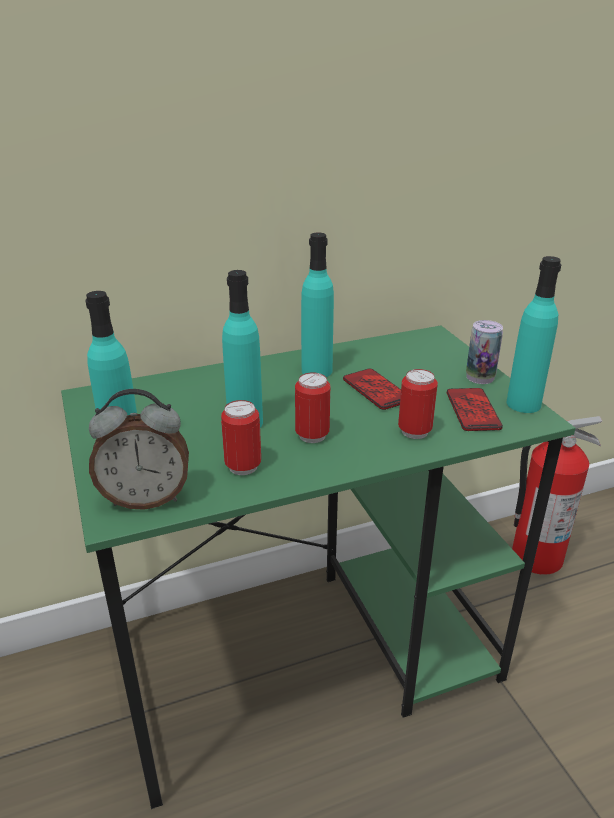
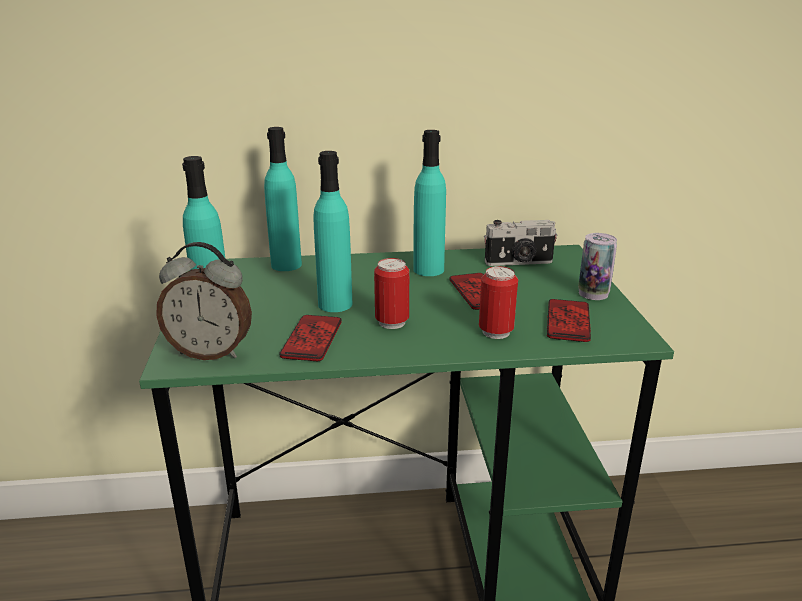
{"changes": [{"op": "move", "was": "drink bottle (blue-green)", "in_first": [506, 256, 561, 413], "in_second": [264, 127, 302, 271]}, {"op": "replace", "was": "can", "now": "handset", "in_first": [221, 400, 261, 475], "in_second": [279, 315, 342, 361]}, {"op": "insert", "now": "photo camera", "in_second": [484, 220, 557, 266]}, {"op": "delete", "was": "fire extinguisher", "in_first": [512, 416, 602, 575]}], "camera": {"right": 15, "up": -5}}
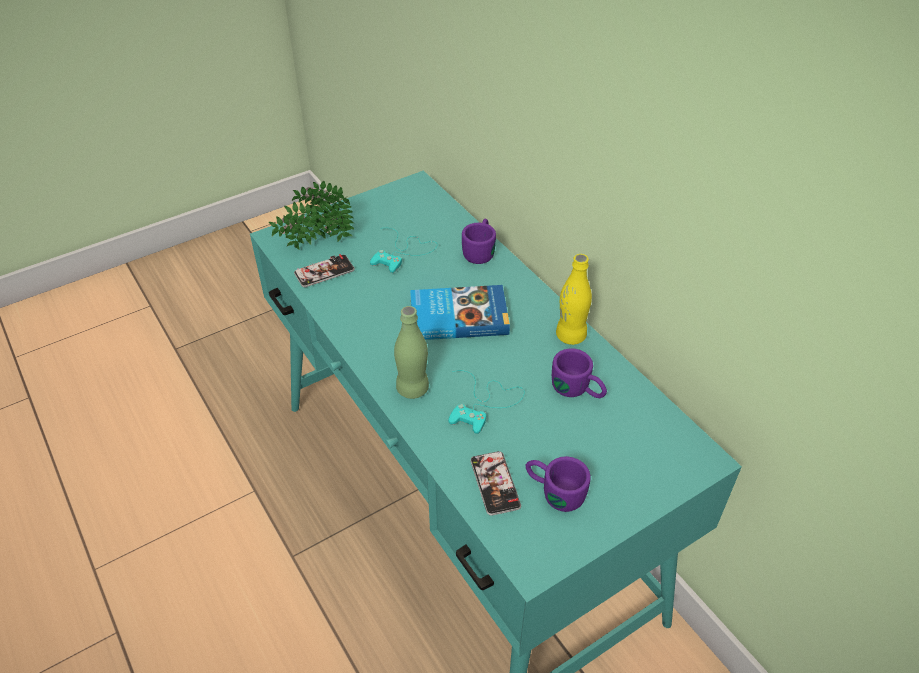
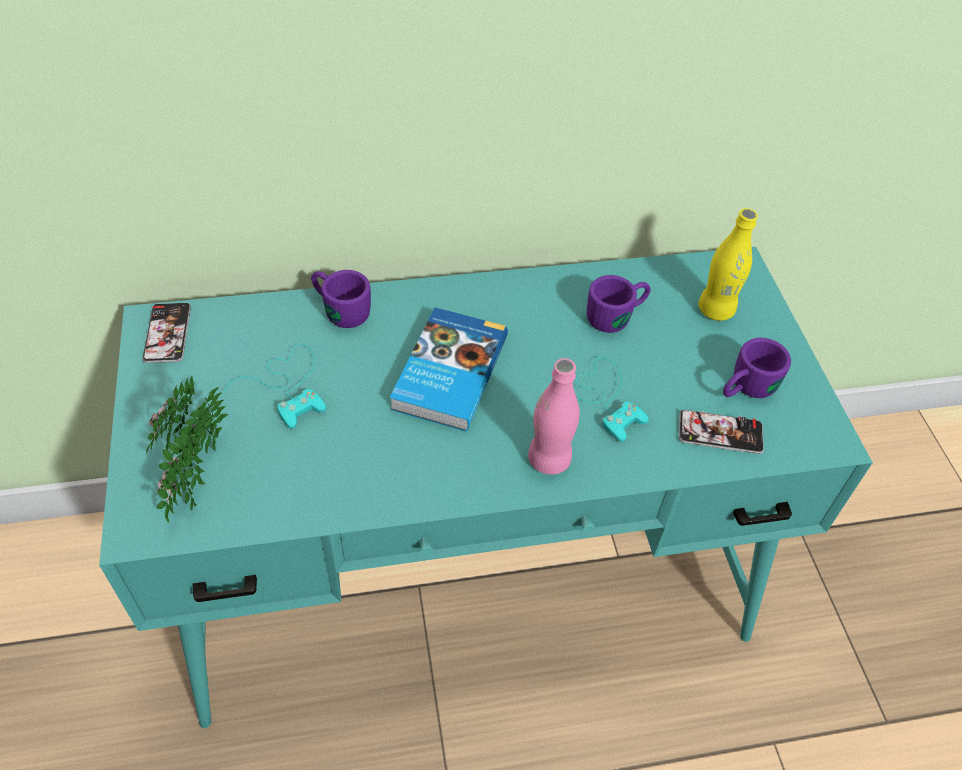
{"changes": [{"op": "move", "was": "handset", "in_first": [294, 254, 355, 287], "in_second": [142, 303, 191, 363]}, {"op": "recolor", "was": "drink bottle (green-coloured)", "now": "drink bottle (pink-coloured)", "in_first": [394, 306, 429, 399], "in_second": [528, 358, 580, 475]}, {"op": "move", "was": "drink bottle (yellow)", "in_first": [556, 254, 592, 345], "in_second": [698, 208, 758, 321]}], "camera": {"right": -70, "up": 5}}
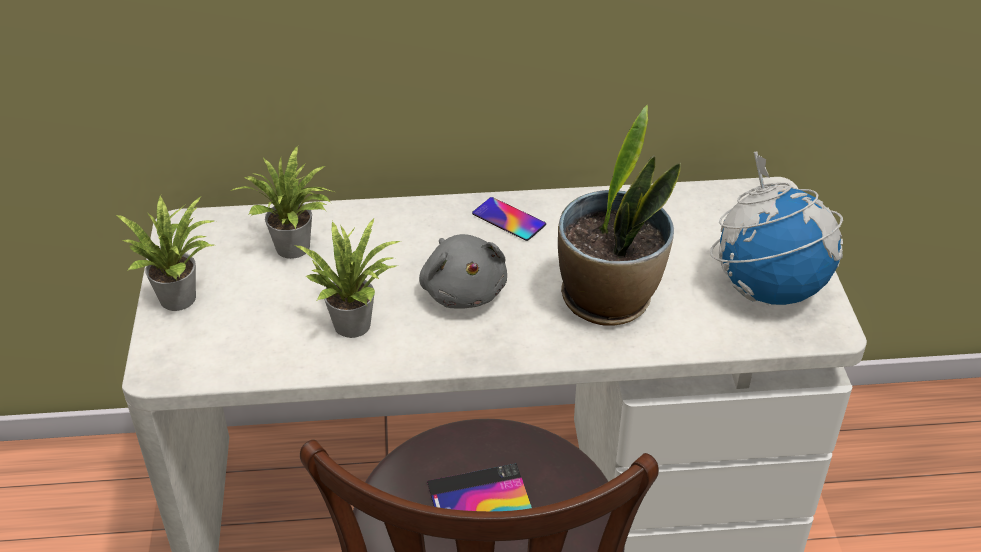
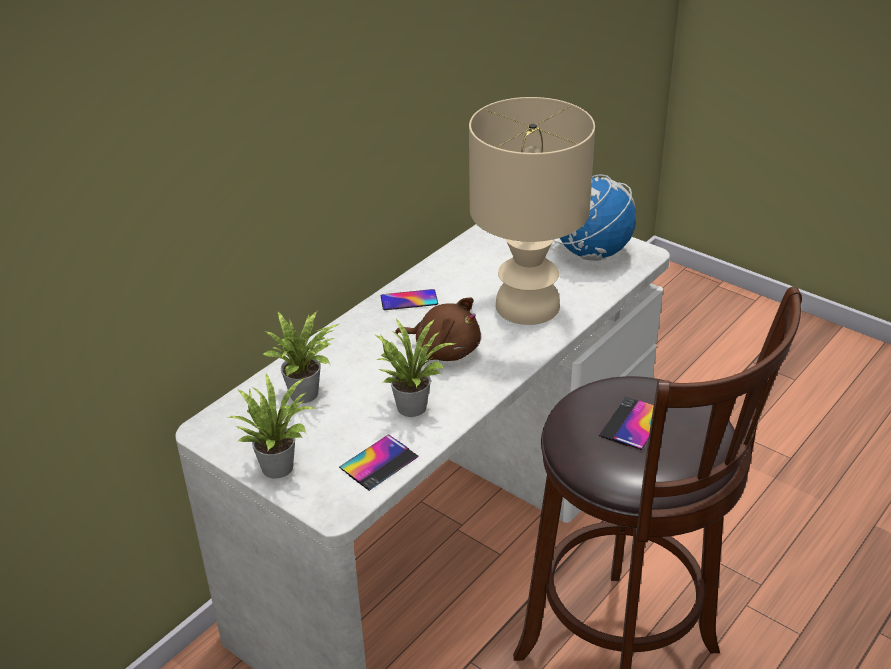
{"changes": [{"op": "insert", "now": "handset", "in_second": [339, 434, 419, 491]}, {"op": "recolor", "was": "soft toy (gray)", "now": "soft toy (brown-coloured)", "in_first": [419, 234, 507, 308], "in_second": [395, 297, 481, 361]}, {"op": "replace", "was": "potted plant", "now": "lamp for a table (beige-coloured)", "in_first": [558, 105, 681, 326], "in_second": [469, 97, 595, 325]}], "camera": {"right": -45, "up": -5}}
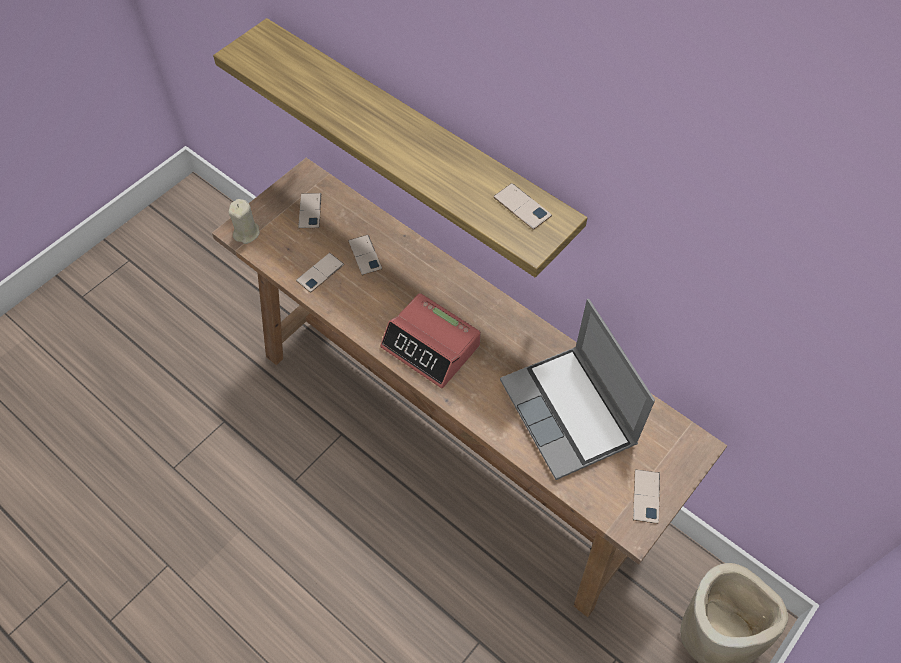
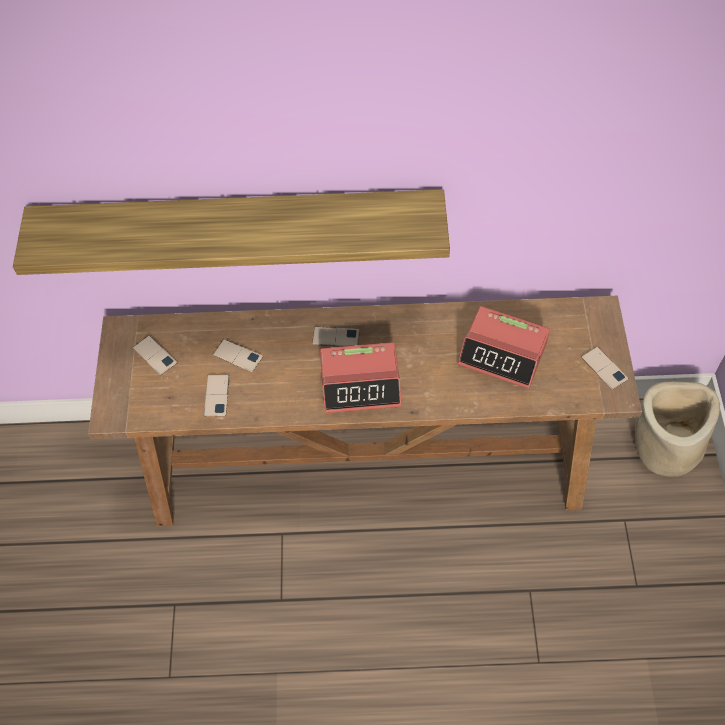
{"changes": [{"op": "move", "was": "handset", "in_first": [494, 183, 552, 230], "in_second": [312, 326, 360, 347]}, {"op": "replace", "was": "laptop", "now": "bedside clock", "in_first": [500, 299, 655, 480], "in_second": [458, 306, 550, 389]}, {"op": "delete", "was": "wax candle (beige-coloured)", "in_first": [228, 199, 260, 244]}], "camera": {"right": -40, "up": 0}}
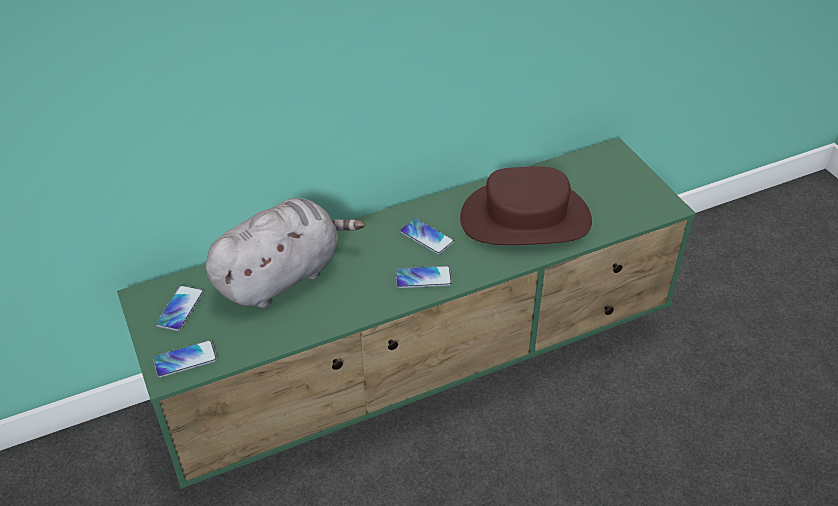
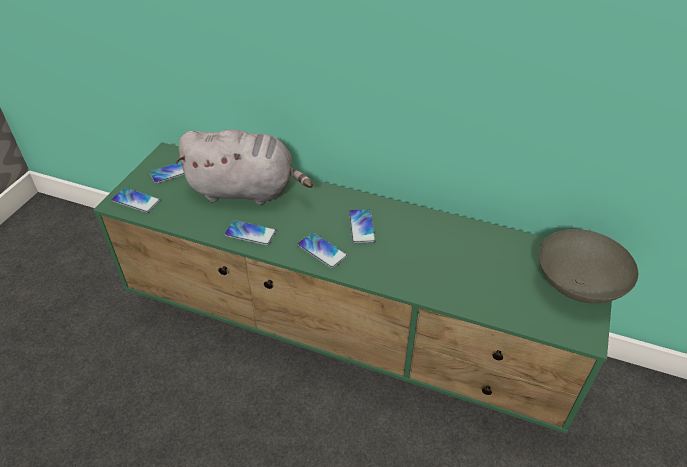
{"changes": [{"op": "insert", "now": "handset", "in_second": [224, 220, 276, 246]}, {"op": "insert", "now": "deep dish (gray)", "in_second": [539, 229, 638, 303]}, {"op": "delete", "was": "hat (brown-coloured)", "in_first": [460, 166, 592, 245]}], "camera": {"right": 45, "up": 0}}
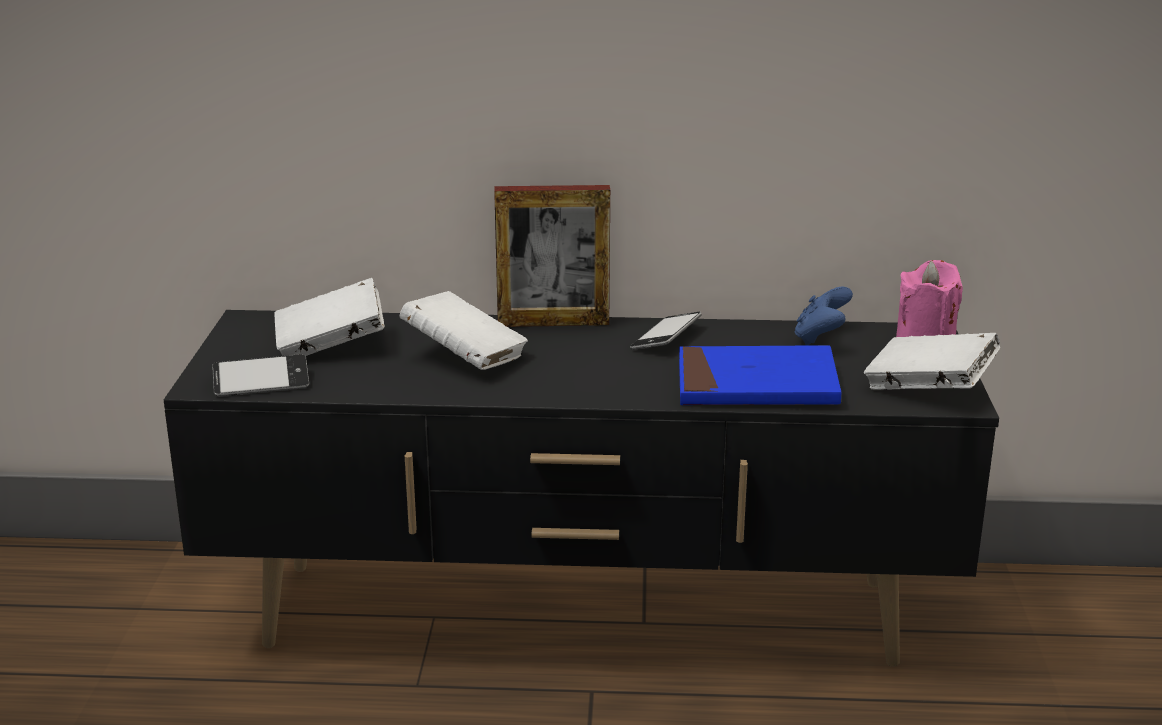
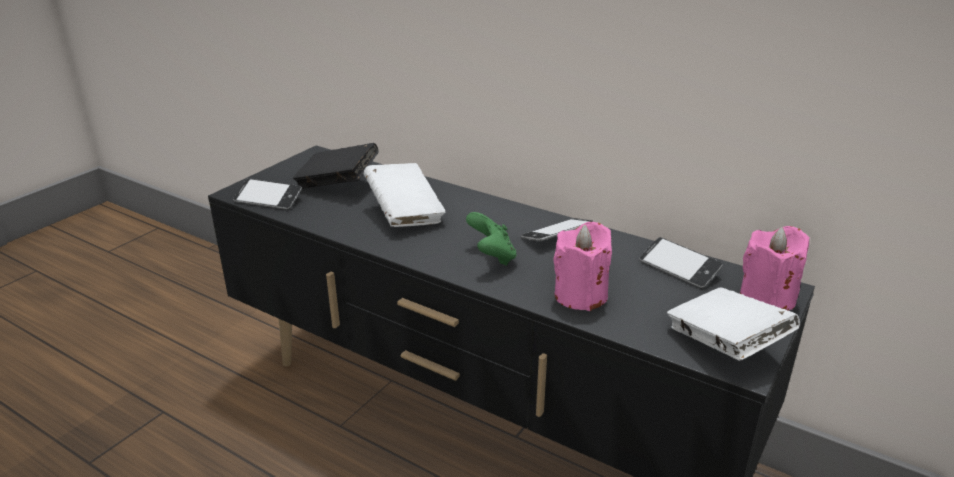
{"changes": [{"op": "recolor", "was": "volume (white-coloured)", "now": "volume (black)", "in_first": [275, 278, 385, 356], "in_second": [293, 143, 379, 189]}, {"op": "insert", "now": "joypad (green-coloured)", "in_second": [466, 212, 517, 266]}, {"op": "replace", "was": "volume (blue)", "now": "wax candle (pink-coloured)", "in_first": [679, 345, 841, 405], "in_second": [554, 222, 612, 311]}, {"op": "replace", "was": "joypad (blue)", "now": "handset", "in_first": [794, 286, 853, 346], "in_second": [639, 237, 723, 288]}, {"op": "delete", "was": "picture frame", "in_first": [494, 185, 610, 327]}], "camera": {"right": 30, "up": 5}}
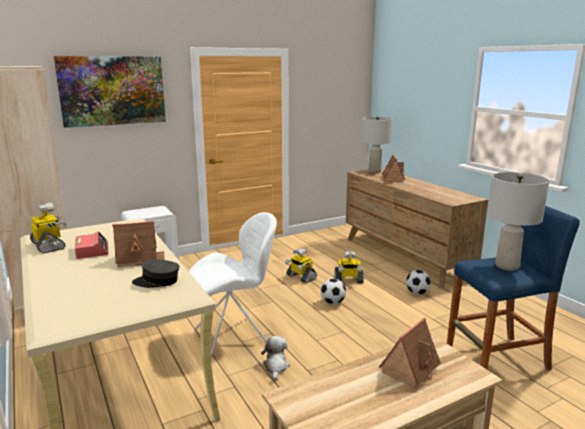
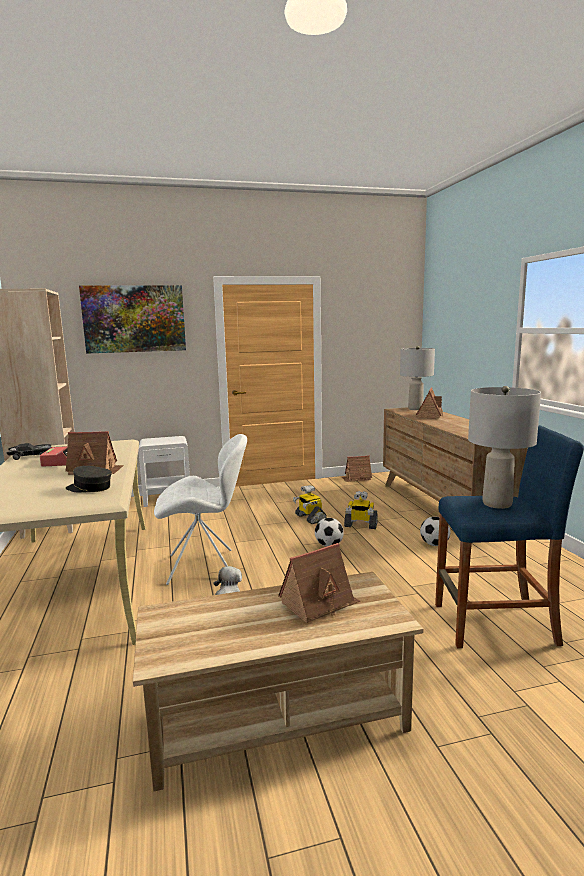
{"changes": [{"op": "replace", "was": "robot figure", "now": "model car (black)", "in_first": [30, 202, 67, 253], "in_second": [6, 443, 51, 460]}, {"op": "insert", "now": "miniature house", "in_second": [342, 455, 372, 482]}], "camera": {"right": 15, "up": -5}}
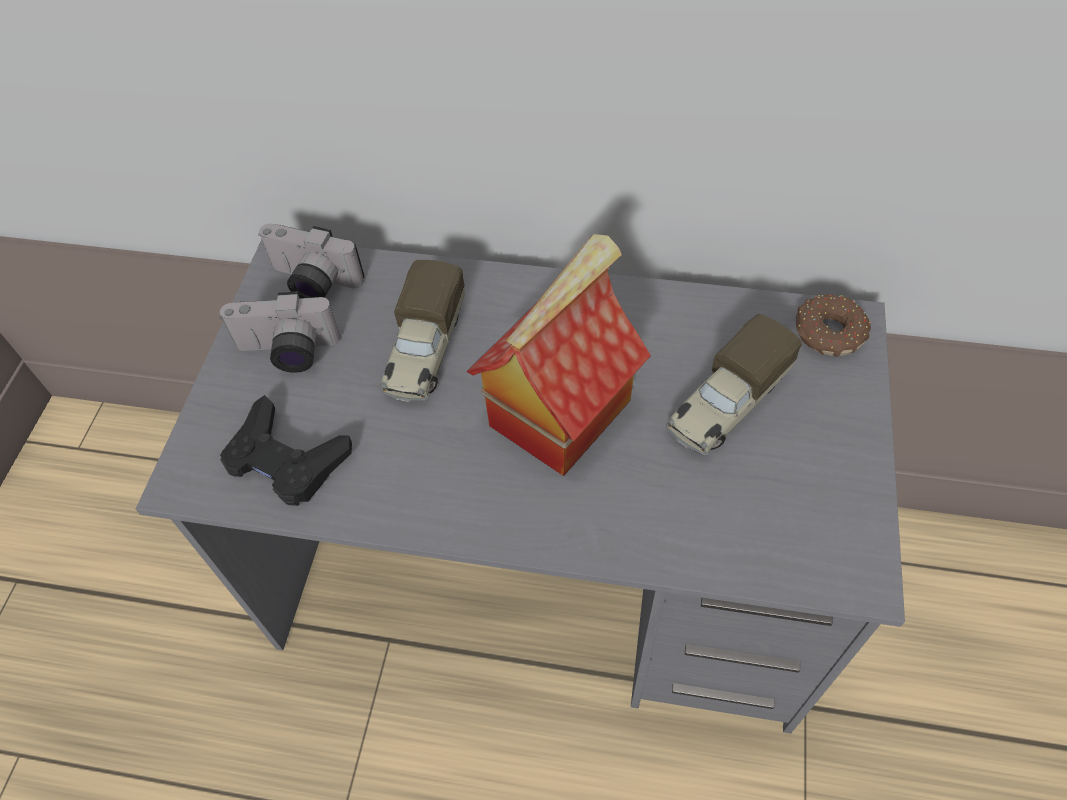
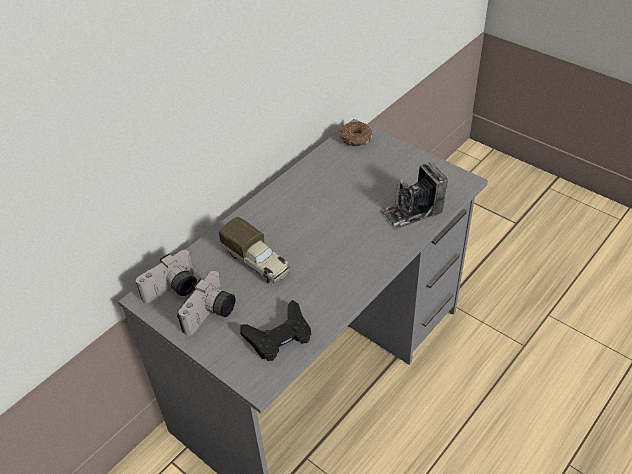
{"changes": [{"op": "insert", "now": "photo camera", "in_second": [381, 163, 448, 229]}, {"op": "delete", "was": "miniature house", "in_first": [466, 234, 651, 476]}, {"op": "delete", "was": "toy lorry", "in_first": [666, 314, 802, 455]}], "camera": {"right": -60, "up": -10}}
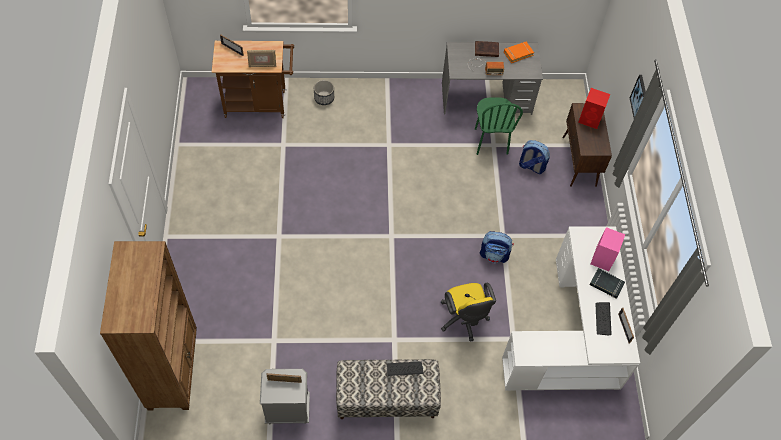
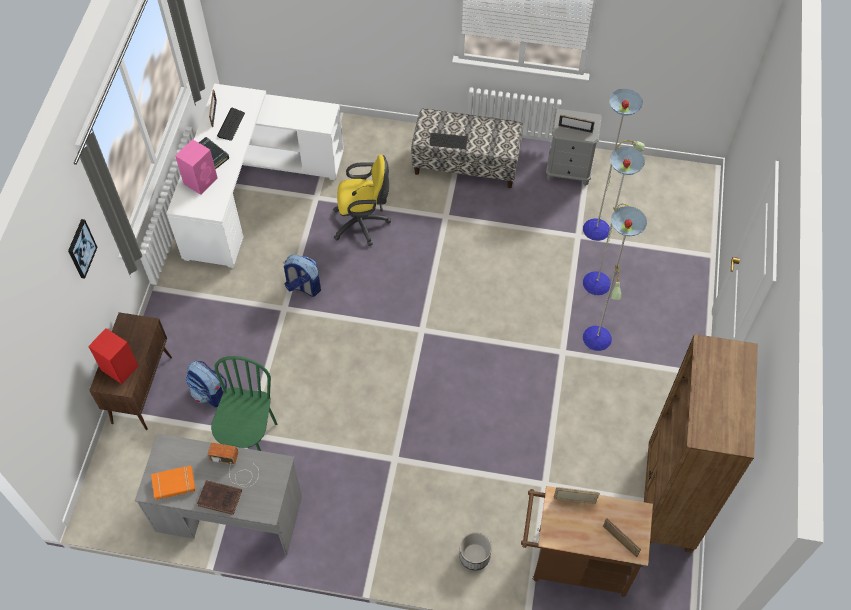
{"changes": [{"op": "rotate", "was": "desk chair (yellow)", "in_first": [440, 283, 496, 342], "in_second": [333, 155, 391, 246], "clockwise": 90}, {"op": "insert", "now": "standing lamp", "in_second": [583, 89, 648, 351]}, {"op": "move", "was": "bookcase (brown-coloured)", "in_first": [100, 241, 197, 410], "in_second": [644, 334, 758, 552]}], "camera": {"right": -165, "up": 0}}
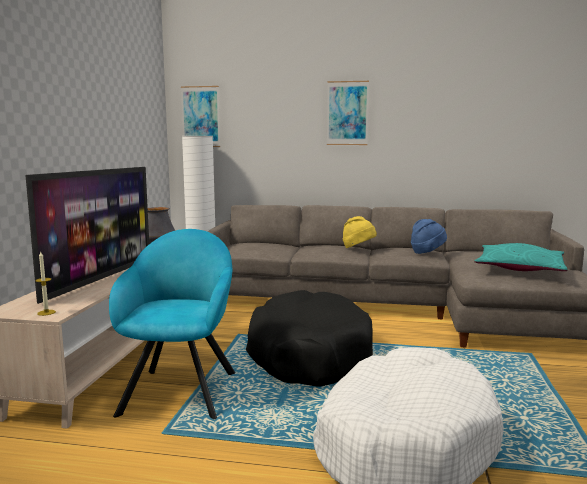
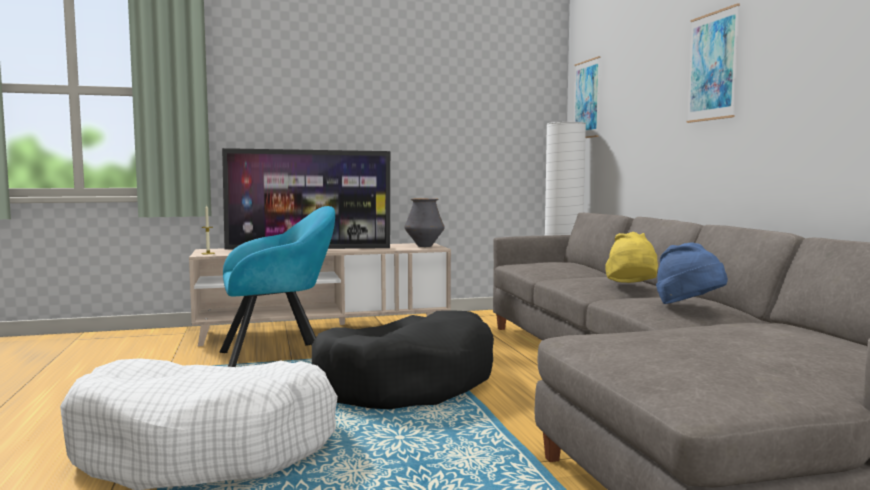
{"changes": [{"op": "delete", "was": "throw pillow (blue-green)", "in_first": [474, 243, 567, 271]}], "camera": {"right": 65, "up": -5}}
